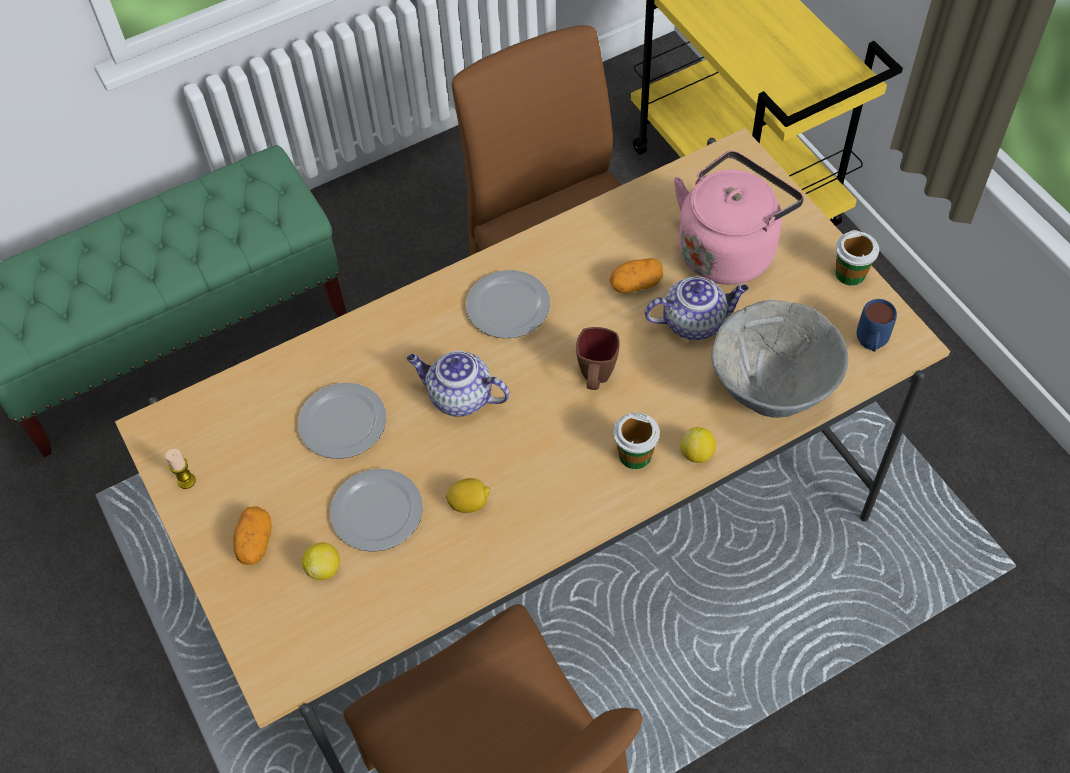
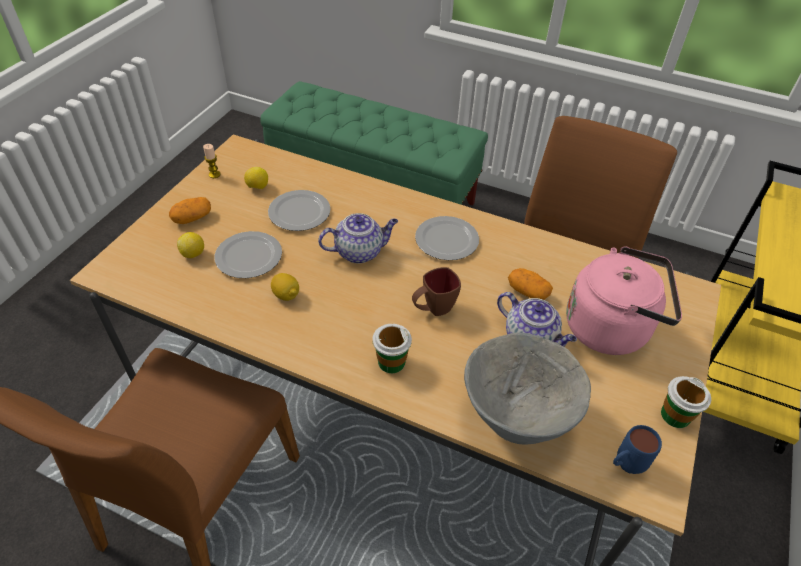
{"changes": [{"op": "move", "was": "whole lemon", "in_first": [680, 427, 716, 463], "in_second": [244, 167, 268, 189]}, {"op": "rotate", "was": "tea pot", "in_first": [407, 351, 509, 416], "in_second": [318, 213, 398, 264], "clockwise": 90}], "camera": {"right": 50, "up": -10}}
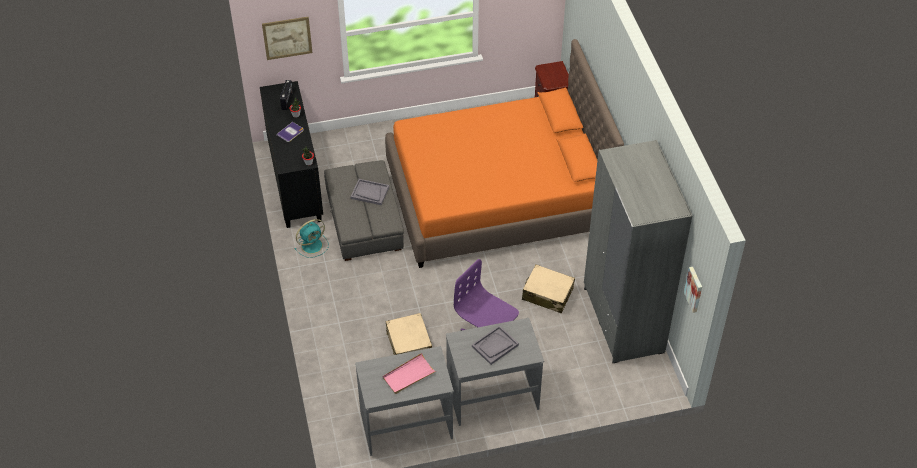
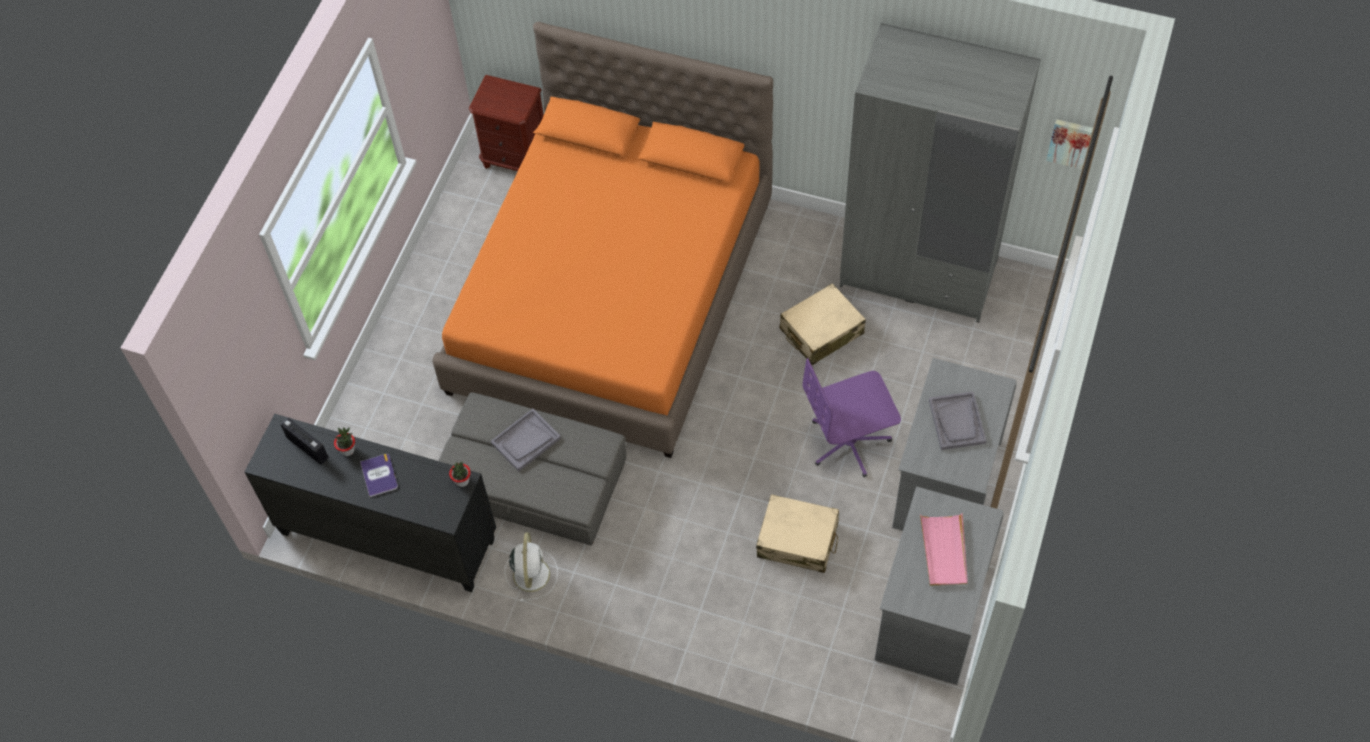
{"changes": [{"op": "recolor", "was": "fan (blue-green)", "now": "fan (white-coloured)", "in_first": [294, 219, 329, 258], "in_second": [505, 532, 558, 602]}, {"op": "delete", "was": "wall picture", "in_first": [262, 17, 313, 60]}], "camera": {"right": -55, "up": 10}}
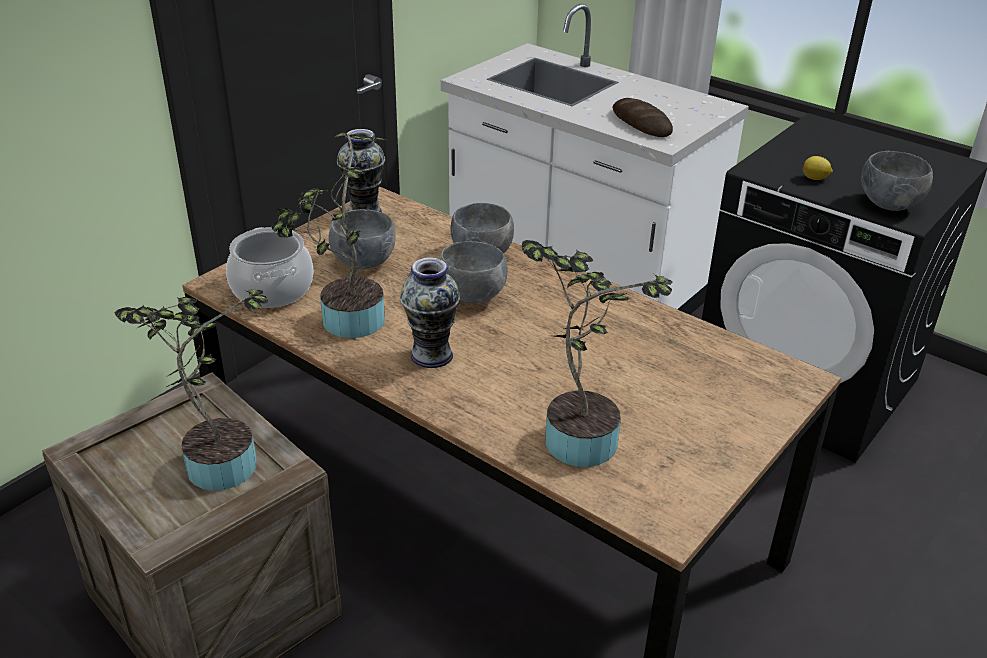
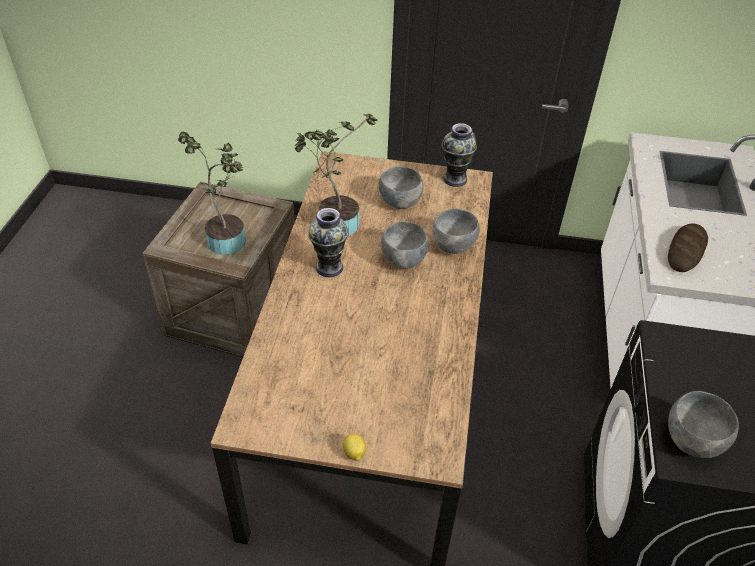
{"changes": [{"op": "move", "was": "whole lemon", "in_first": [803, 156, 833, 180], "in_second": [343, 434, 366, 461]}, {"op": "delete", "was": "cooking pot", "in_first": [226, 227, 313, 308]}, {"op": "delete", "was": "potted plant", "in_first": [522, 240, 672, 467]}], "camera": {"right": 60, "up": 10}}
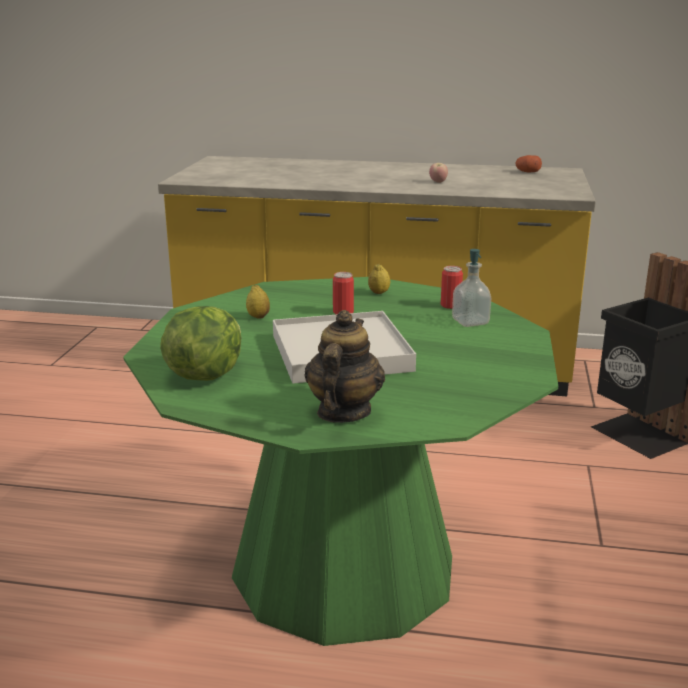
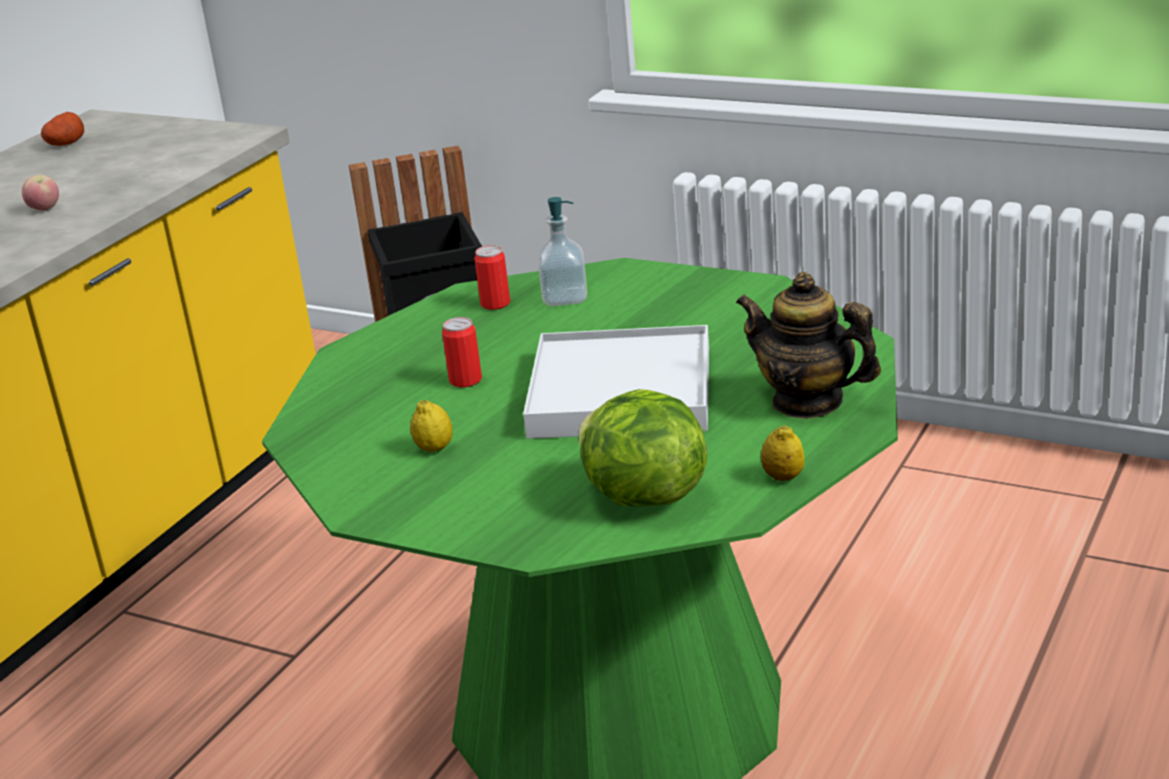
{"changes": [{"op": "move", "was": "whole lemon", "in_first": [368, 264, 390, 294], "in_second": [761, 425, 804, 481]}], "camera": {"right": -70, "up": 5}}
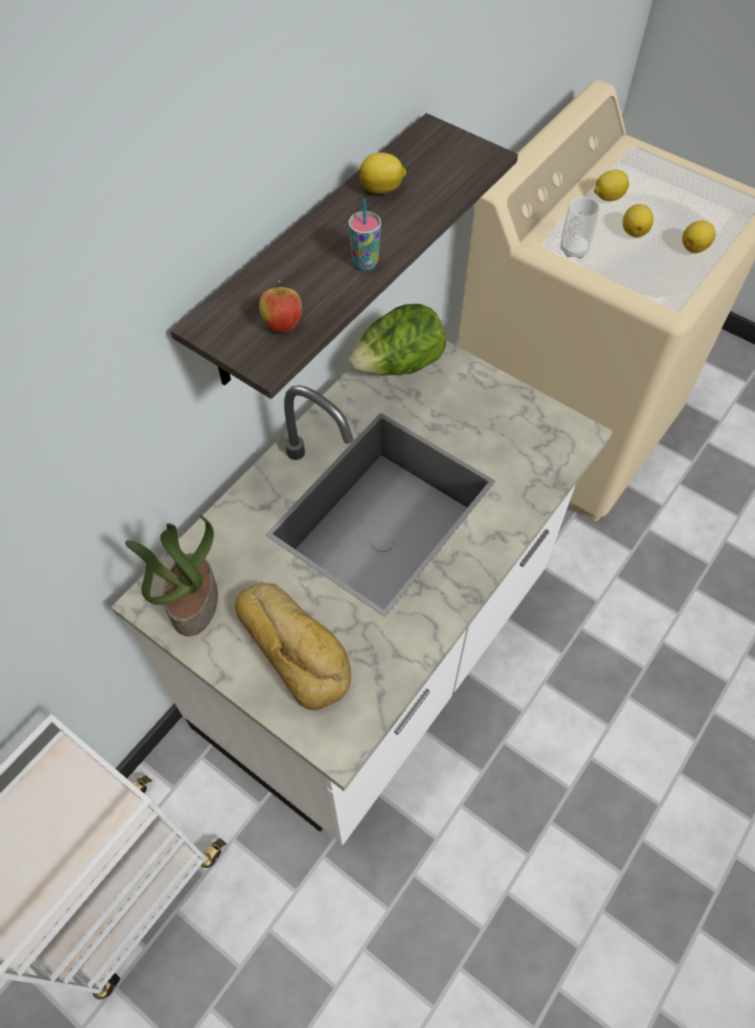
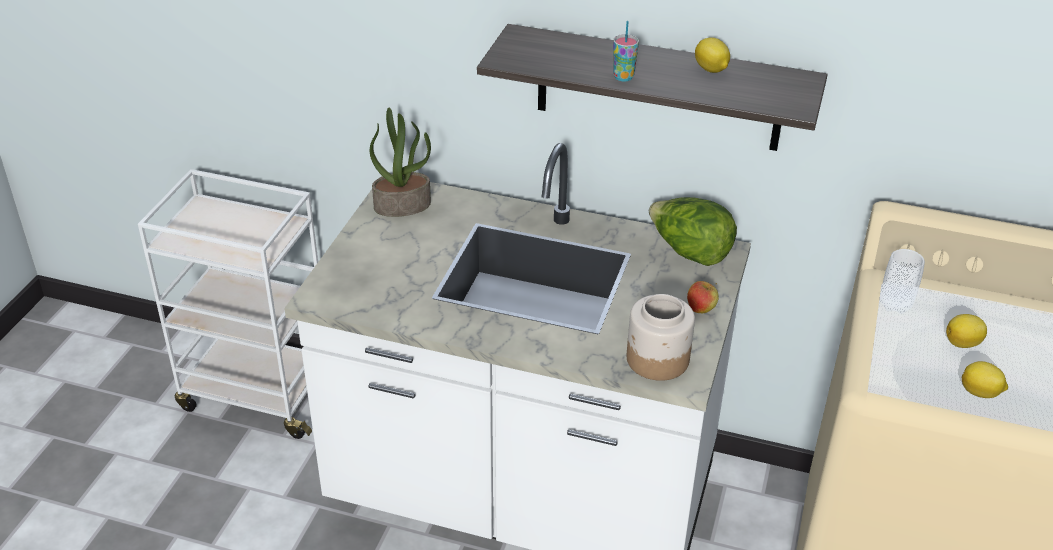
{"changes": [{"op": "insert", "now": "jar", "in_second": [627, 294, 695, 381]}, {"op": "move", "was": "apple", "in_first": [259, 280, 302, 332], "in_second": [687, 281, 719, 313]}, {"op": "delete", "was": "bakery bread", "in_first": [235, 583, 351, 710]}, {"op": "delete", "was": "whole lemon", "in_first": [594, 170, 629, 201]}], "camera": {"right": 70, "up": -20}}
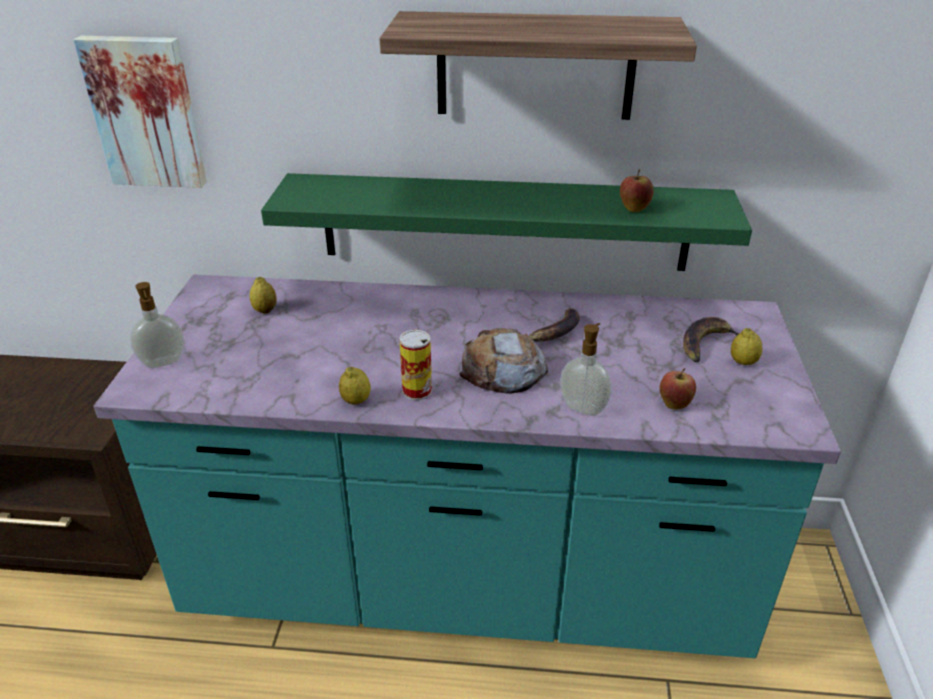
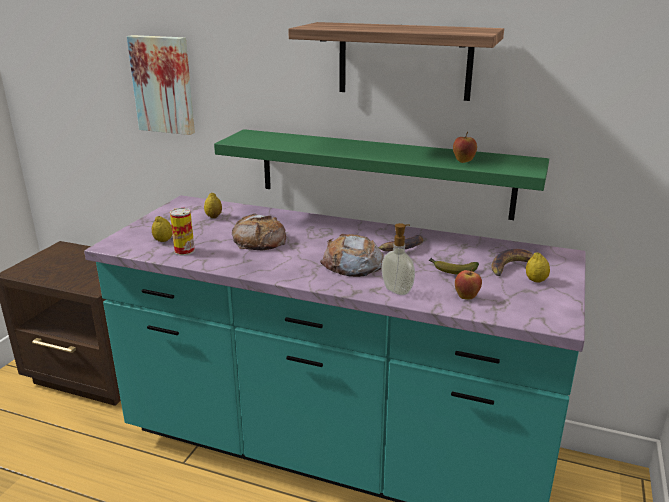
{"changes": [{"op": "move", "was": "whole lemon", "in_first": [339, 367, 371, 405], "in_second": [152, 216, 172, 242]}, {"op": "move", "was": "can", "in_first": [399, 329, 432, 401], "in_second": [170, 208, 195, 256]}, {"op": "insert", "now": "bakery bread", "in_second": [232, 213, 286, 251]}, {"op": "insert", "now": "banana", "in_second": [429, 258, 479, 275]}, {"op": "delete", "was": "liquid soap bottle", "in_first": [130, 282, 184, 368]}], "camera": {"right": 15, "up": -10}}
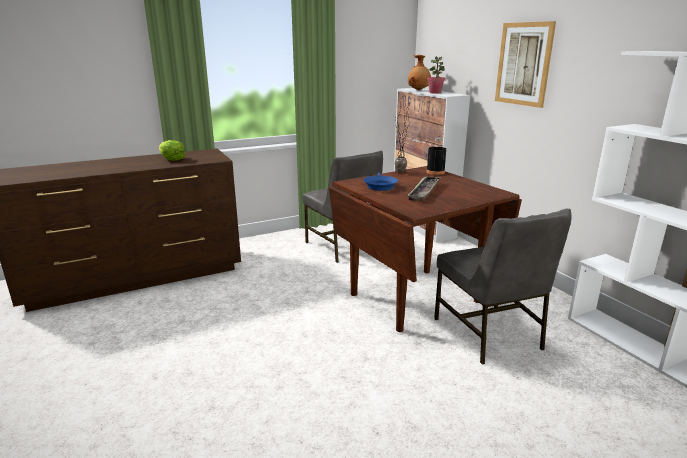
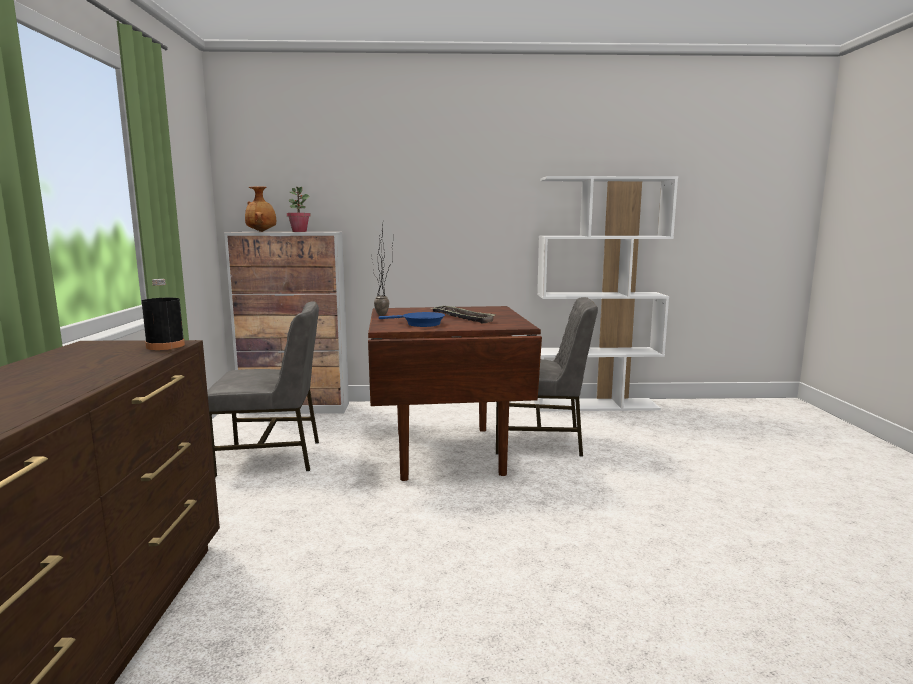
{"changes": [{"op": "move", "was": "drink bottle (black)", "in_first": [427, 137, 446, 175], "in_second": [142, 279, 185, 350]}, {"op": "delete", "was": "lettuce", "in_first": [159, 140, 186, 161]}, {"op": "delete", "was": "wall picture", "in_first": [495, 21, 556, 108]}], "camera": {"right": -65, "up": -10}}
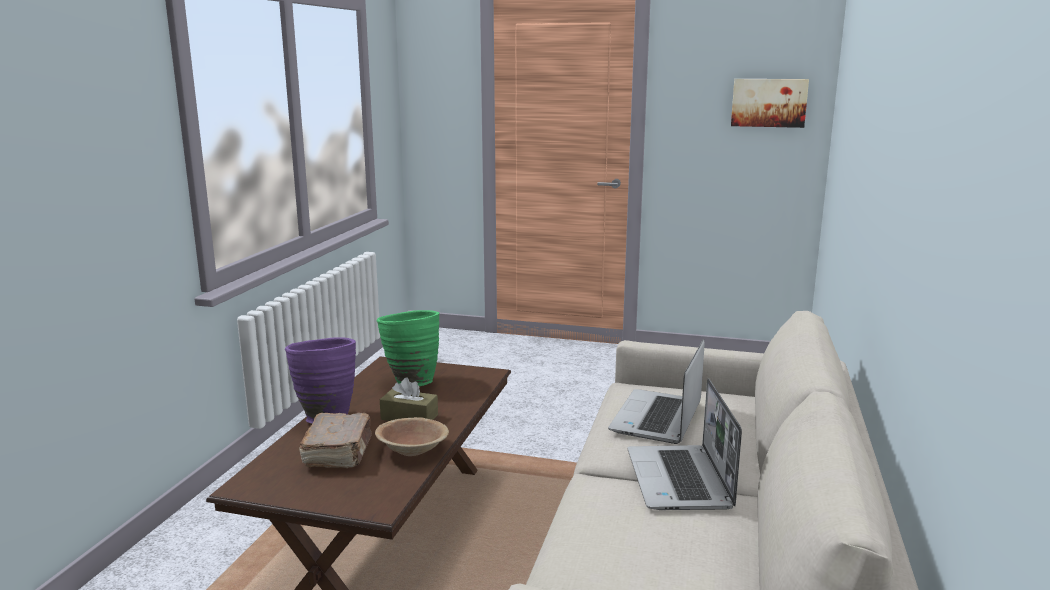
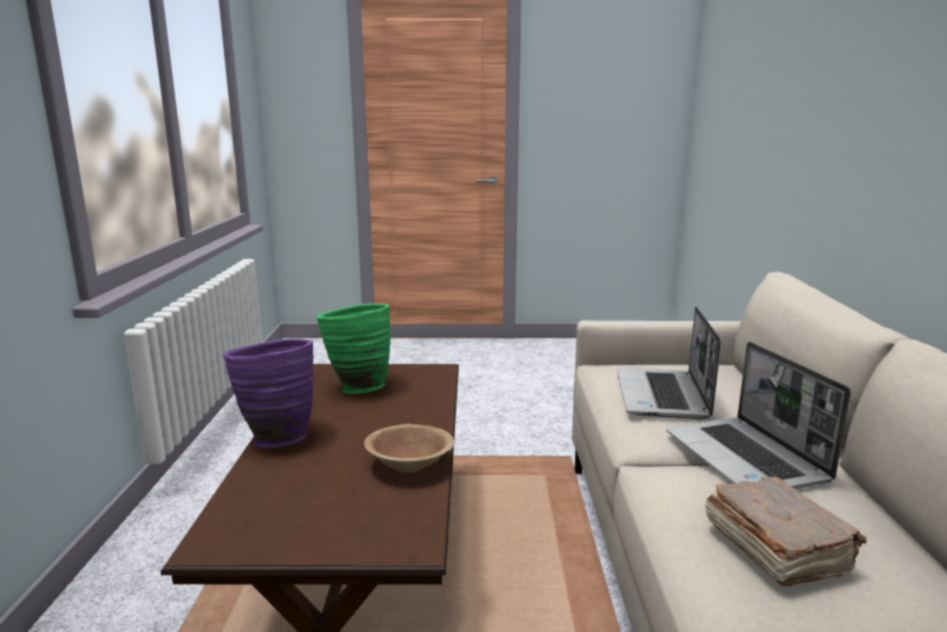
{"changes": [{"op": "move", "was": "volume (brown-coloured)", "in_first": [299, 412, 372, 468], "in_second": [705, 476, 867, 586]}, {"op": "delete", "was": "tissue box (brown-coloured)", "in_first": [380, 378, 438, 421]}, {"op": "delete", "was": "wall picture", "in_first": [731, 79, 809, 128]}], "camera": {"right": -15, "up": 0}}
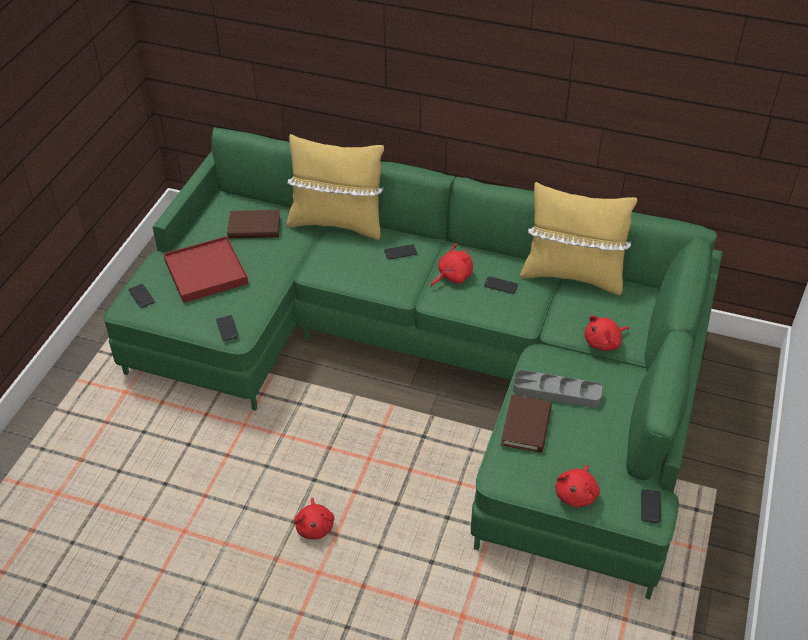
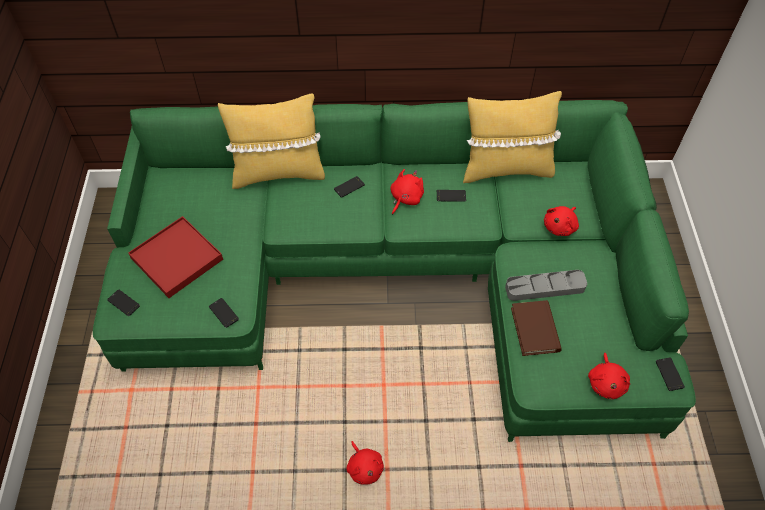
{"changes": [{"op": "delete", "was": "volume (brown-coloured)", "in_first": [227, 210, 280, 239]}], "camera": {"right": -20, "up": 10}}
